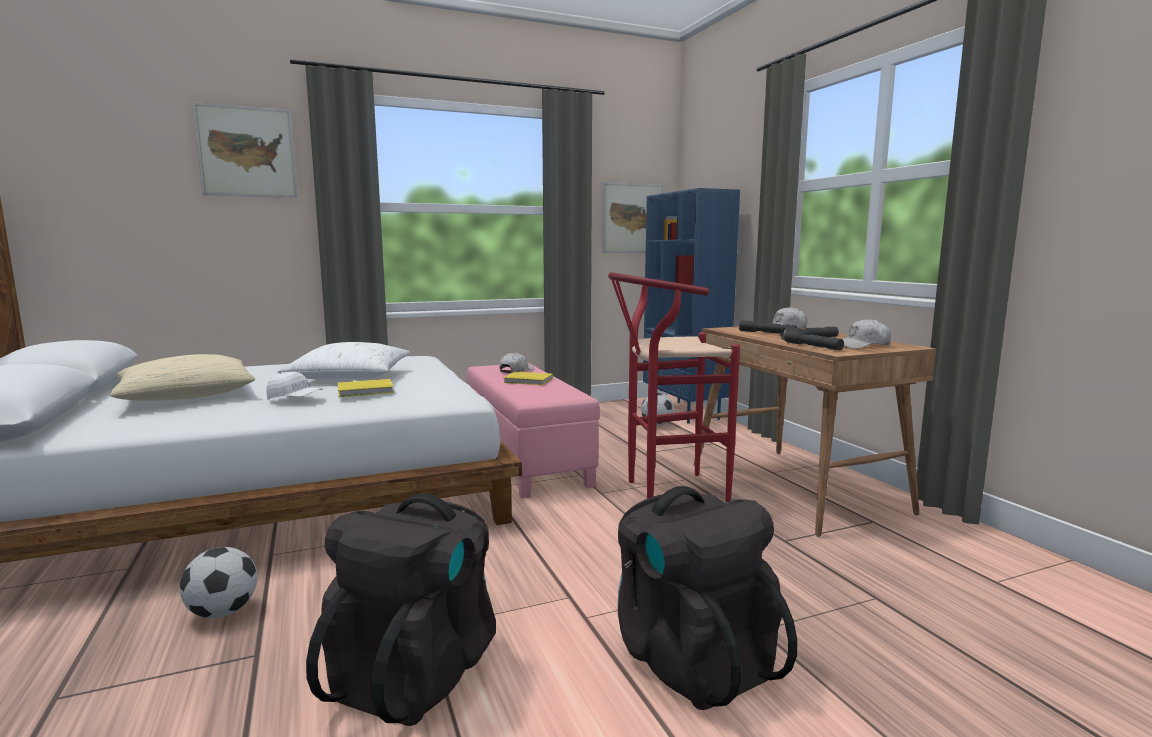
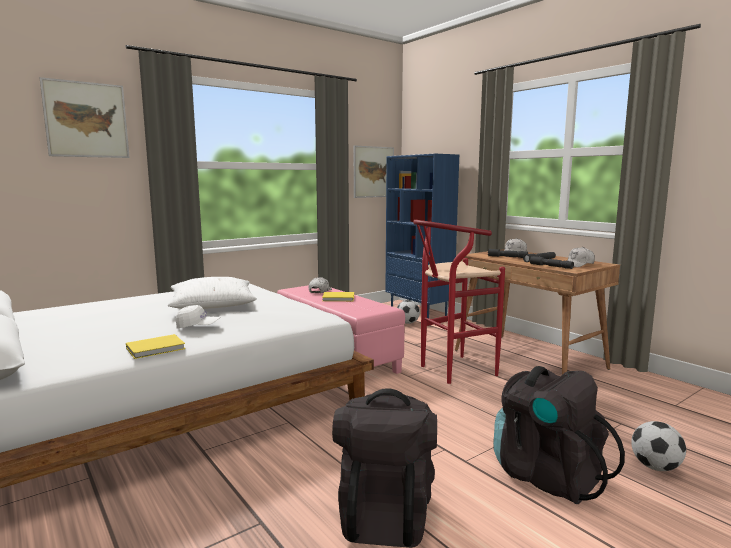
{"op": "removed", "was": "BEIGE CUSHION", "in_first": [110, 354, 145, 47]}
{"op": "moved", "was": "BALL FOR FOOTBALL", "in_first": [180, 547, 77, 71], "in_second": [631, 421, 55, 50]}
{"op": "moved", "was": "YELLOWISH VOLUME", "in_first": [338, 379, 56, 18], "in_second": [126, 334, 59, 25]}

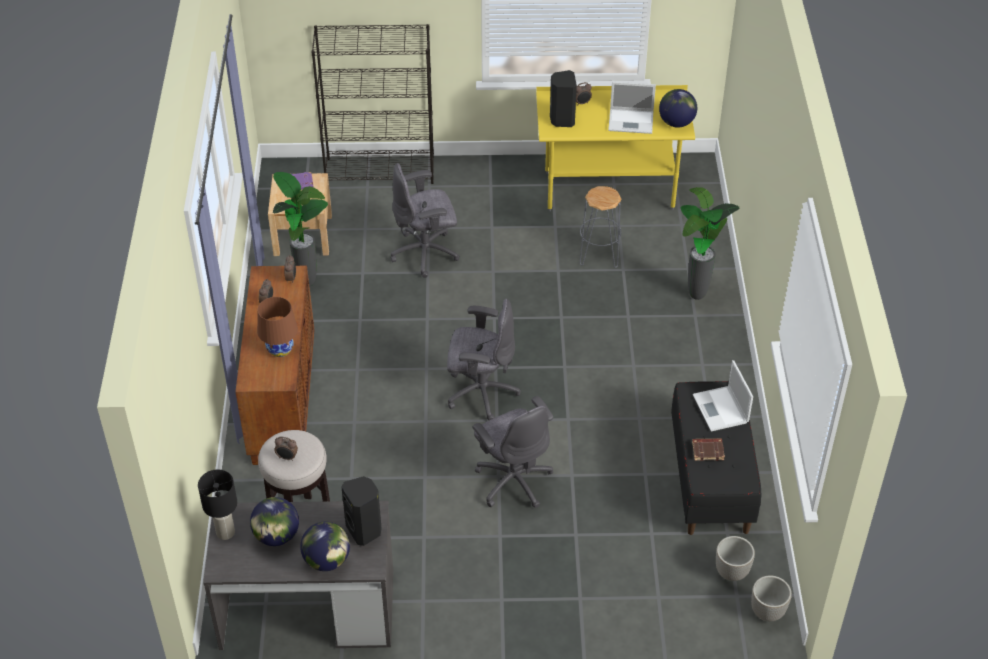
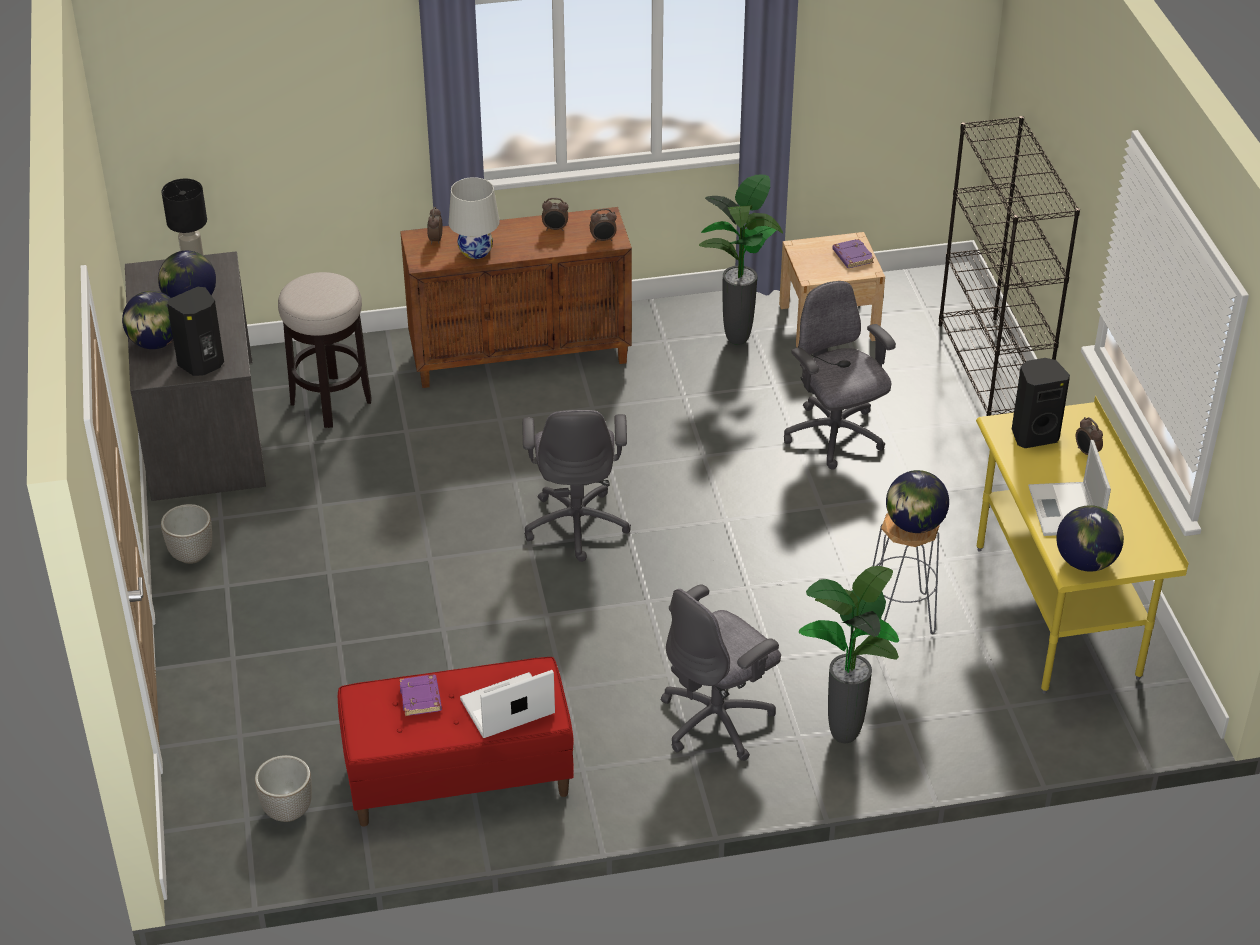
{"op": "added", "now": "WORLD GLOBE", "in_second": [886, 470, 63, 63]}
{"op": "moved", "was": "BEDSIDE CLOCK", "in_first": [274, 437, 24, 24], "in_second": [427, 207, 15, 38]}
{"op": "moved", "was": "GRAY COMPUTER CHAIR", "in_first": [473, 396, 80, 112], "in_second": [661, 584, 120, 177]}
{"op": "moved", "was": "PLANTER", "in_first": [751, 575, 41, 47], "in_second": [161, 504, 51, 60]}
{"op": "recoloured", "was": "BROWNISH TABLE LAMP", "now": "WHITE TABLE LAMP", "in_first": [257, 297, 41, 60], "in_second": [449, 177, 51, 82]}
{"op": "recoloured", "was": "BLACKISH LONG SEAT", "now": "REDDISH LONG SEAT", "in_first": [671, 381, 90, 154], "in_second": [338, 657, 235, 170]}
{"op": "recoloured", "was": "BROWNISH VOLUME", "now": "PURPLE-COLOURED VOLUME", "in_first": [692, 439, 33, 22], "in_second": [400, 675, 42, 41]}

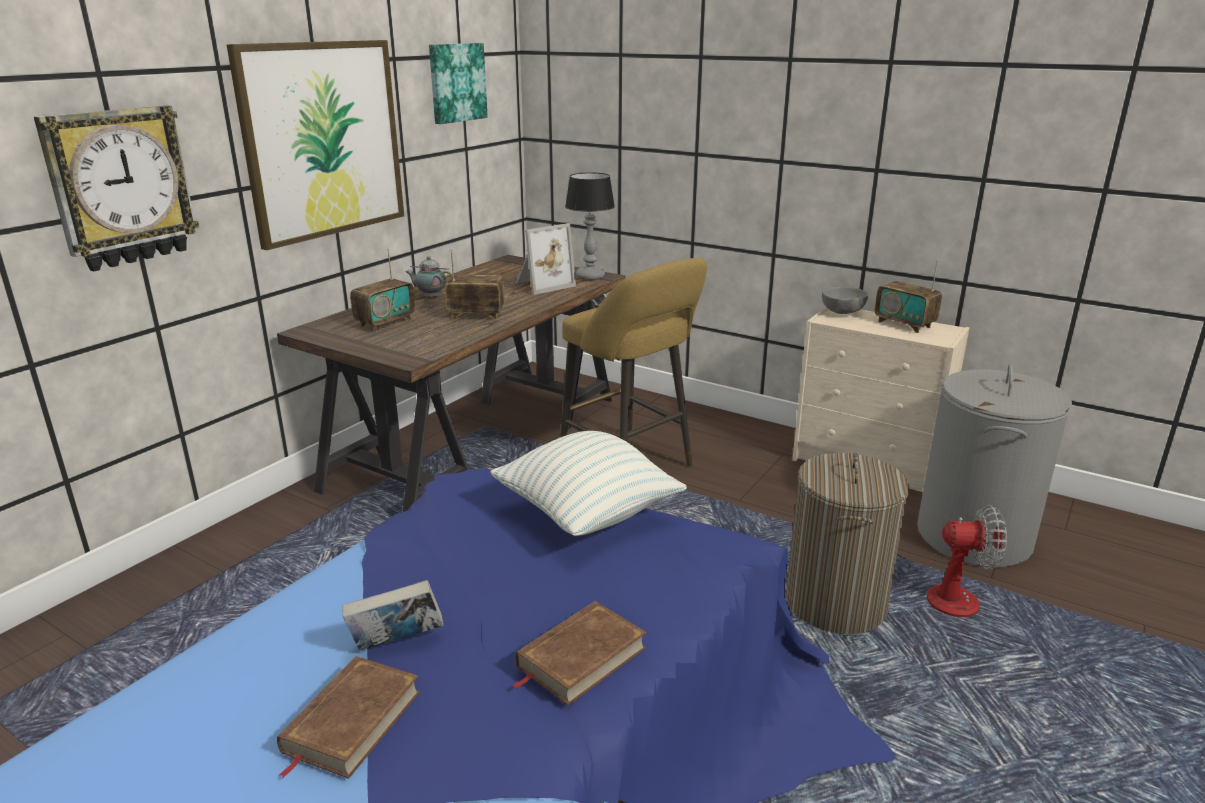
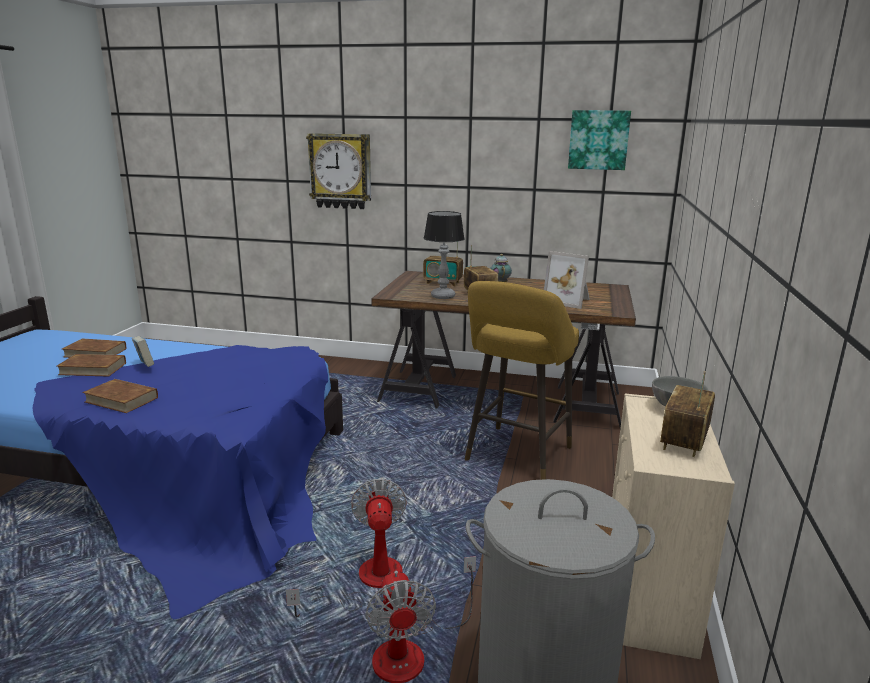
{"op": "removed", "was": "PICTURE", "in_first": [226, 40, 178, 210]}
{"op": "removed", "was": "CUSHION", "in_first": [490, 431, 197, 105]}
{"op": "added", "now": "BROWNISH VOLUME", "in_second": [62, 338, 64, 20]}
{"op": "moved", "was": "TABLE LAMP", "in_first": [565, 172, 50, 108], "in_second": [424, 211, 41, 88]}
{"op": "replaced", "was": "LAUNDRY BASKET", "now": "ELECTRIC FAN", "in_first": [786, 453, 123, 181], "in_second": [286, 479, 121, 138]}

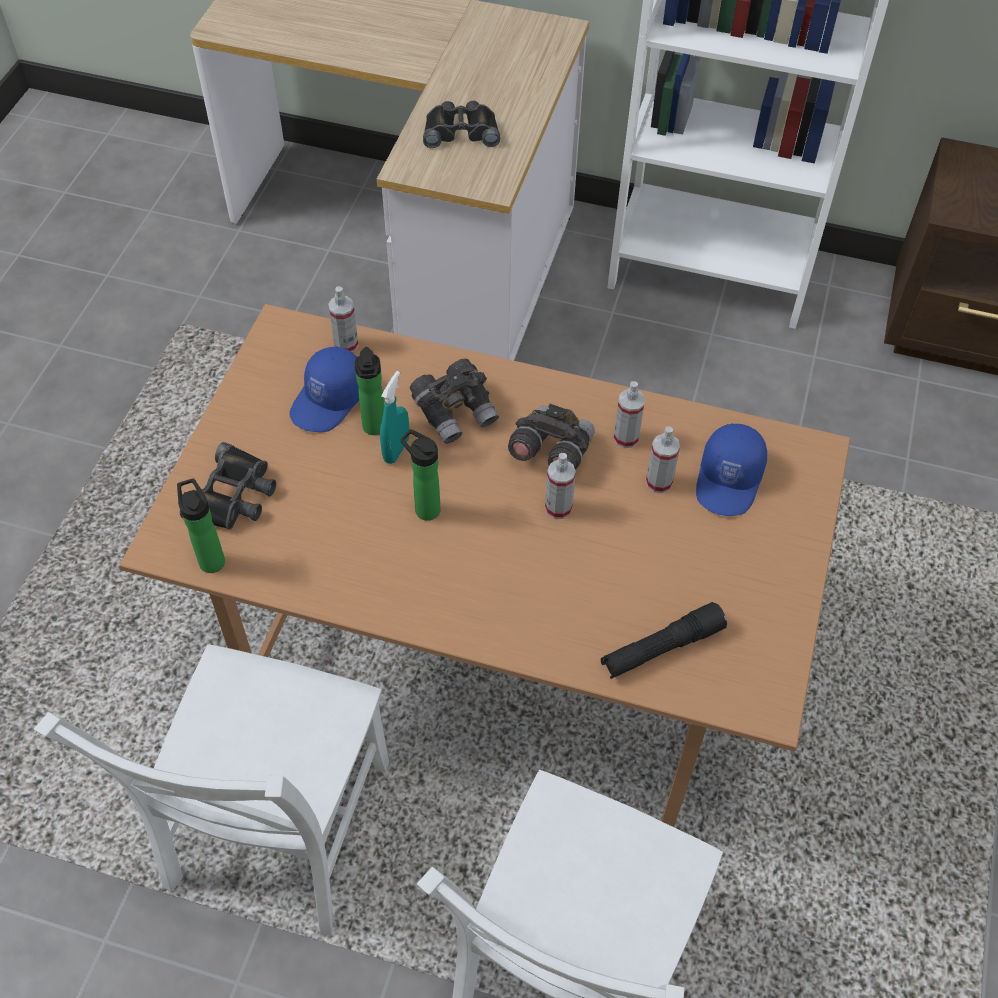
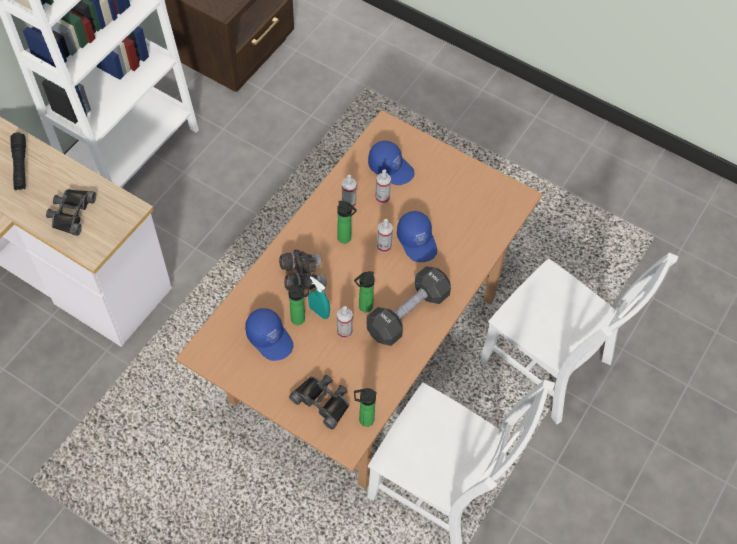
{"op": "added", "now": "BLACKISH HAND WEIGHT", "in_second": [367, 266, 84, 80]}
{"op": "added", "now": "BLUE CAP", "in_second": [397, 211, 40, 51]}
{"op": "moved", "was": "SPRAYER", "in_first": [328, 286, 31, 66], "in_second": [337, 306, 16, 32]}
{"op": "moved", "was": "BLACKISH FLASHLIGHT", "in_first": [601, 602, 126, 77], "in_second": [11, 133, 15, 58]}
{"op": "replaced", "was": "GRAY PAIR OF BINOCULARS", "now": "BOTTLE", "in_first": [508, 404, 87, 66], "in_second": [337, 201, 20, 43]}

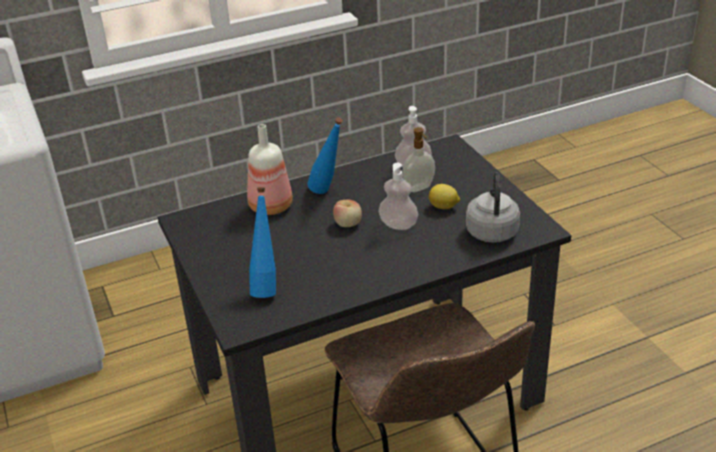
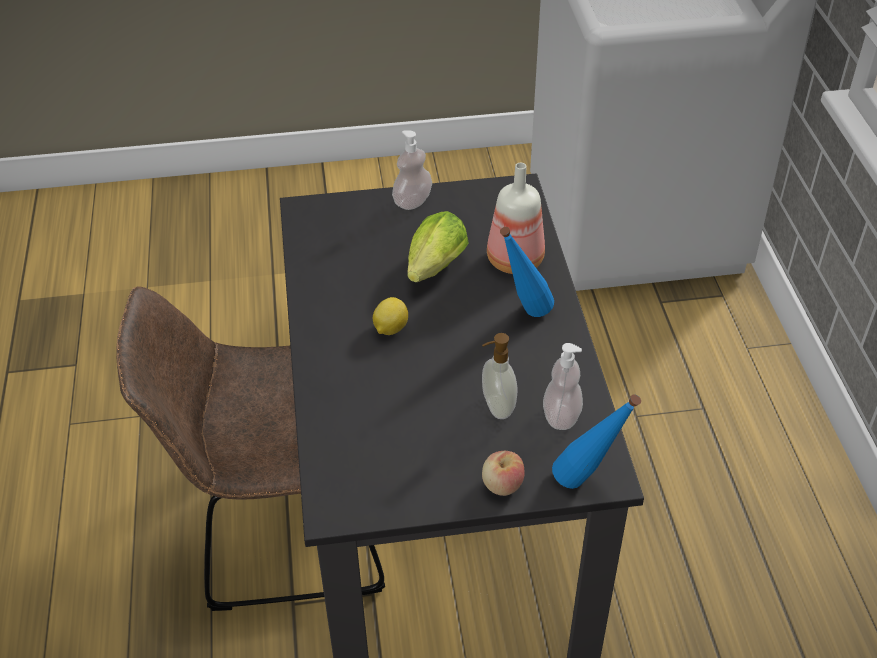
{"op": "removed", "was": "GRAY WATER KETTLE", "in_first": [466, 172, 54, 71]}
{"op": "added", "now": "LETTUCE HEAD", "in_second": [407, 211, 61, 71]}
{"op": "moved", "was": "BLUE BOTTLE", "in_first": [249, 187, 27, 111], "in_second": [552, 394, 89, 95]}
{"op": "moved", "was": "APPLE FRUIT", "in_first": [333, 199, 29, 28], "in_second": [482, 451, 42, 45]}
{"op": "moved", "was": "SOAP BOTTLE", "in_first": [378, 163, 40, 67], "in_second": [392, 130, 40, 80]}
{"op": "moved", "was": "CITRUS FRUIT", "in_first": [429, 184, 31, 25], "in_second": [373, 297, 35, 38]}

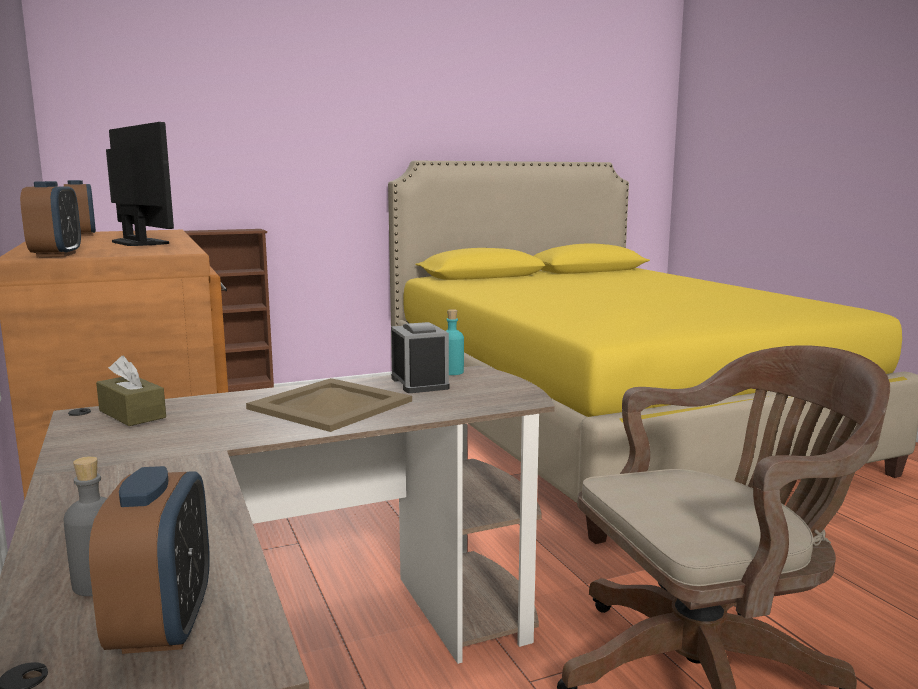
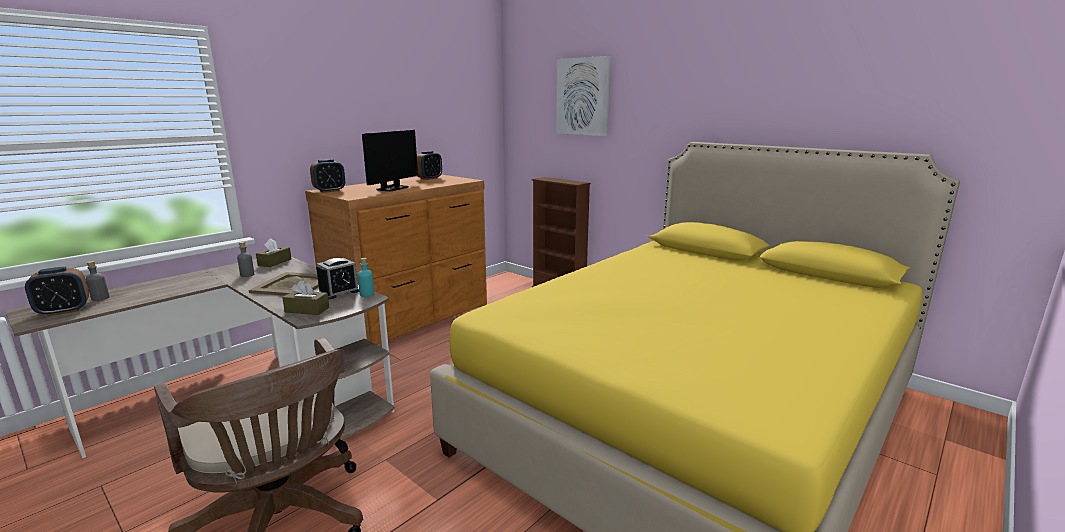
{"op": "added", "now": "GRAY BOTTLE", "in_second": [237, 242, 17, 35]}
{"op": "added", "now": "BROWNISH BOX OF TISSUES", "in_second": [282, 280, 47, 35]}
{"op": "added", "now": "PICTURE", "in_second": [556, 56, 55, 80]}

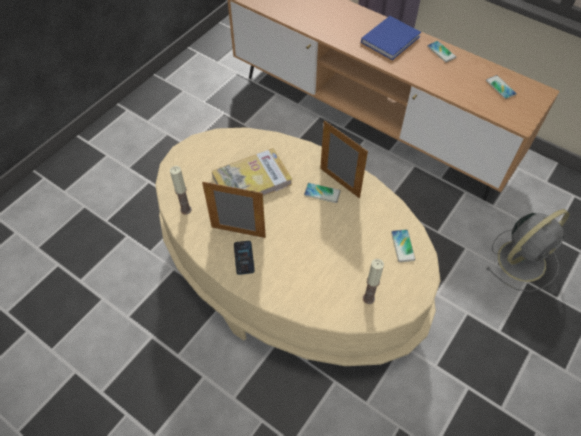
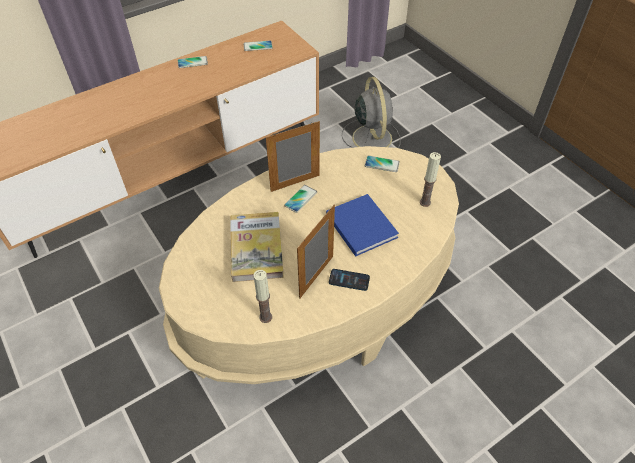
{"op": "moved", "was": "BLUE VOLUME", "in_first": [361, 16, 60, 44], "in_second": [326, 194, 73, 63]}

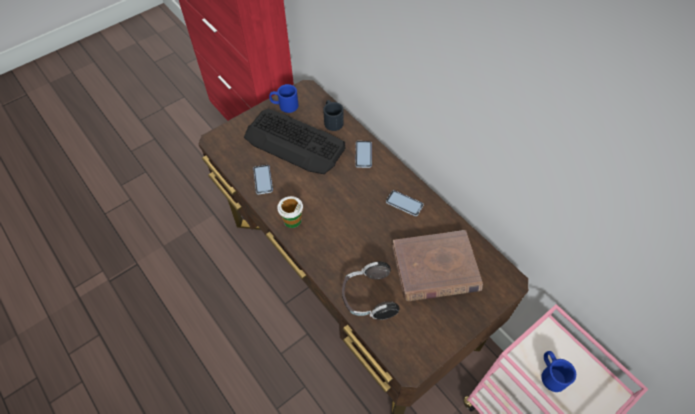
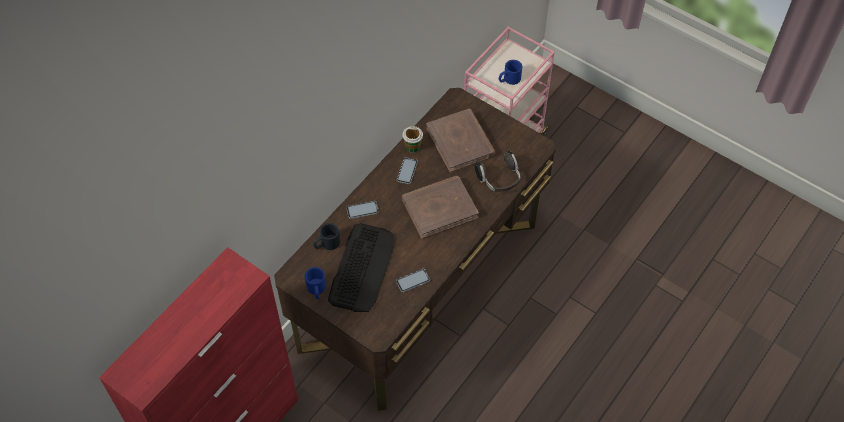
{"op": "added", "now": "BROWNISH VOLUME", "in_second": [402, 176, 77, 63]}
{"op": "moved", "was": "SMALL CUP", "in_first": [277, 196, 26, 32], "in_second": [402, 126, 21, 27]}

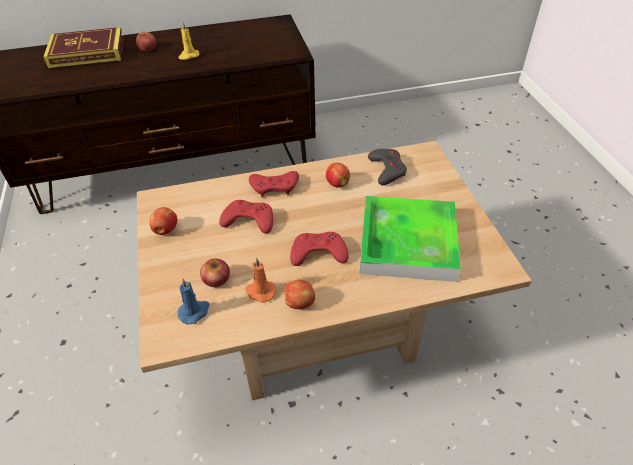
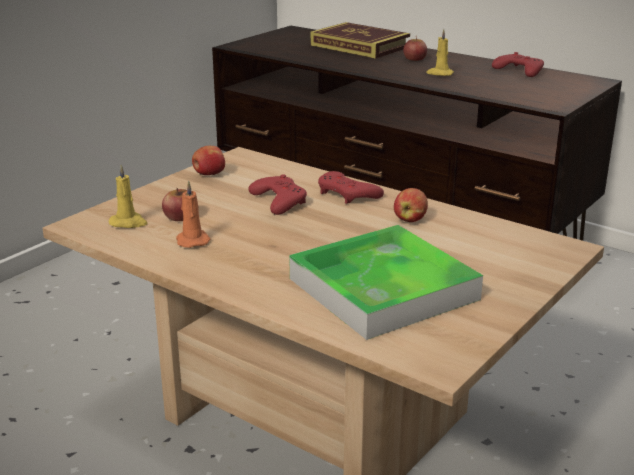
{"op": "removed", "was": "APPLE FRUIT", "in_first": [285, 280, 30, 29]}
{"op": "removed", "was": "GRAY GAMEPAD", "in_first": [368, 149, 39, 36]}
{"op": "moved", "was": "REDDISH GAMEPAD", "in_first": [290, 232, 59, 34], "in_second": [492, 52, 52, 25]}
{"op": "recoloured", "was": "BLUE WAX CANDLE", "now": "YELLOWISH WAX CANDLE", "in_first": [178, 279, 31, 46], "in_second": [109, 164, 39, 64]}

